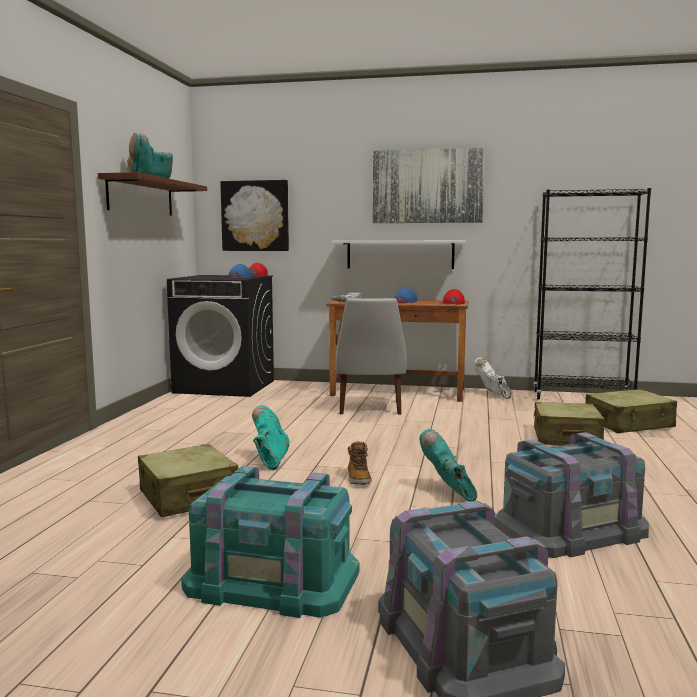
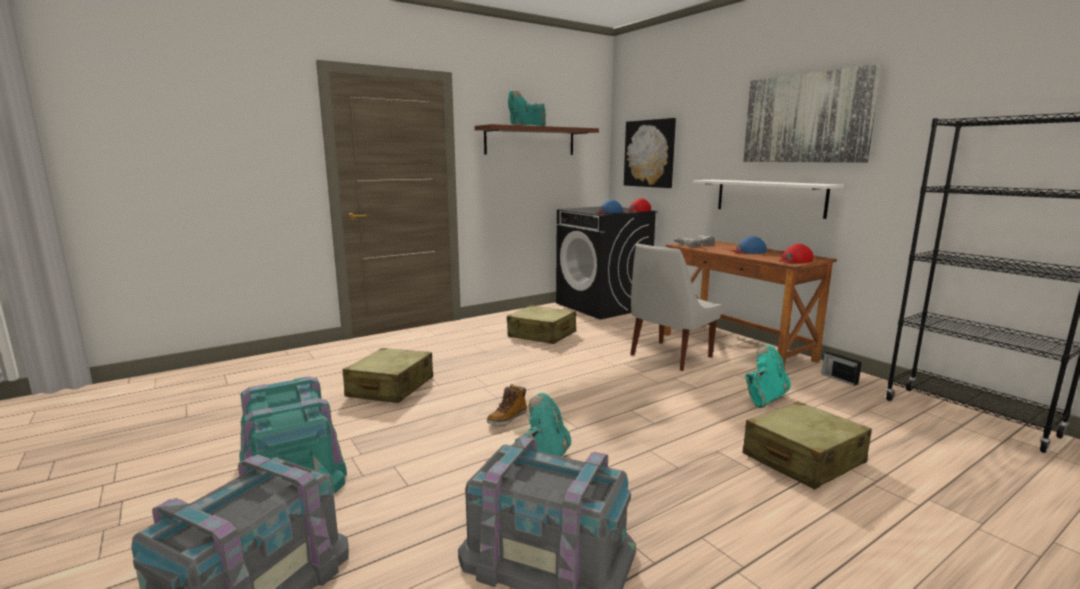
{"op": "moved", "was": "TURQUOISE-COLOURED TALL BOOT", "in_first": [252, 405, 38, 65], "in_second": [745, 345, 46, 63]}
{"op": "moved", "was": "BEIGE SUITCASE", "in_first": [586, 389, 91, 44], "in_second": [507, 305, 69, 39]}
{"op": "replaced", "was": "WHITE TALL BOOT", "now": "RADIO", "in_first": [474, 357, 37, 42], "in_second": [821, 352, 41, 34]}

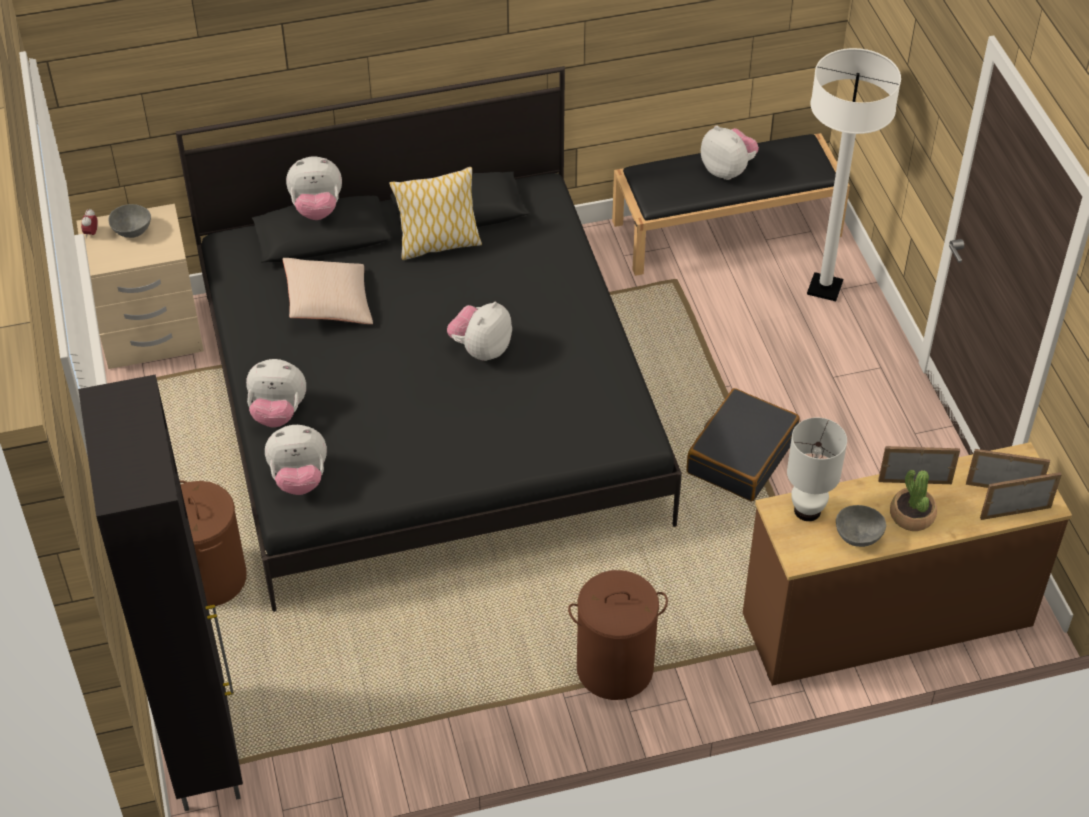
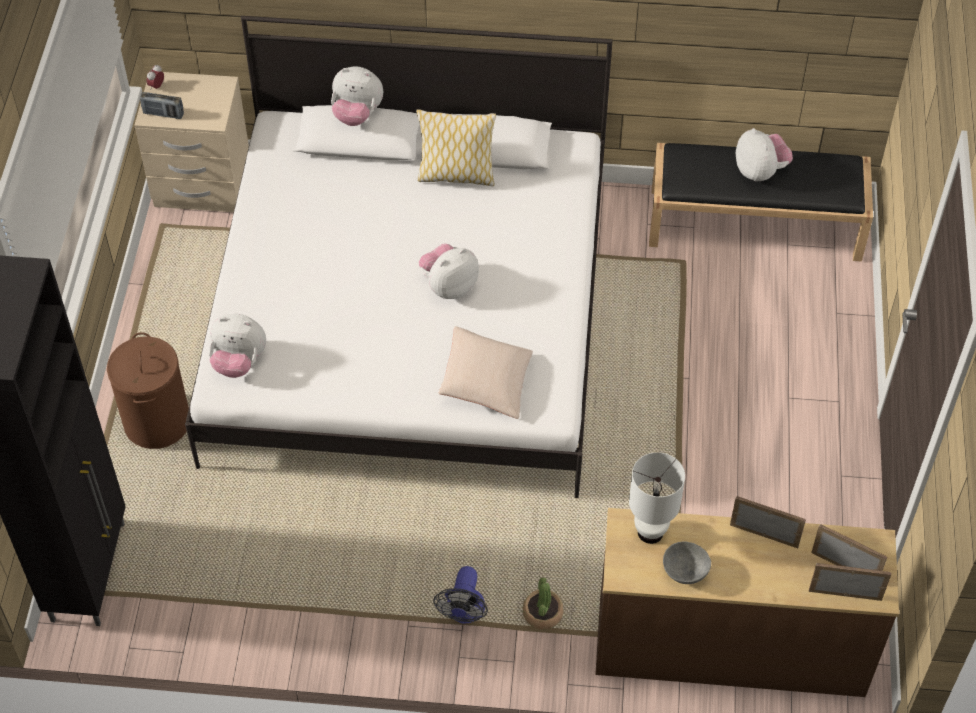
{"op": "removed", "was": "GRAY DEEP DISH", "in_first": [109, 204, 42, 34]}
{"op": "removed", "was": "SOFT TOY", "in_first": [246, 359, 60, 68]}
{"op": "removed", "was": "BLACKISH SUITCASE", "in_first": [687, 388, 113, 113]}
{"op": "removed", "was": "WHITE STANDING LAMP", "in_first": [807, 48, 94, 253]}
{"op": "added", "now": "RADIO", "in_second": [140, 92, 44, 27]}
{"op": "moved", "was": "BEIGE CUSHION", "in_first": [283, 258, 90, 66], "in_second": [439, 326, 94, 93]}
{"op": "moved", "was": "POTTED PLANT", "in_first": [890, 470, 47, 61], "in_second": [523, 577, 41, 53]}
{"op": "replaced", "was": "BROWNISH LAUNDRY BASKET", "now": "ELECTRIC FAN", "in_first": [568, 570, 100, 130], "in_second": [433, 566, 55, 58]}
{"op": "recoloured", "was": "BLACKISH BEDROOM BED", "now": "WHITE BEDROOM BED", "in_first": [176, 66, 506, 546], "in_second": [185, 16, 428, 482]}

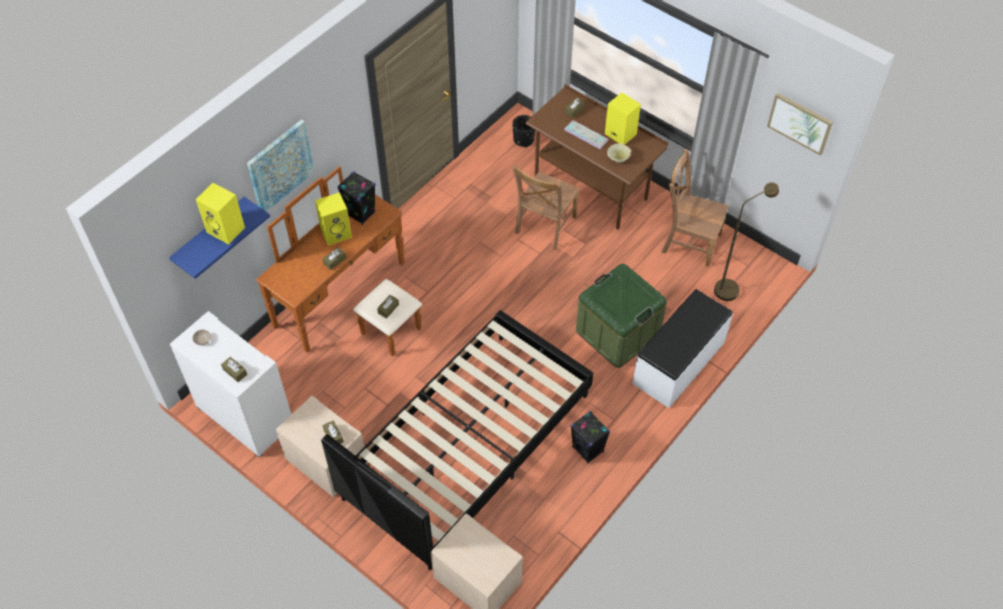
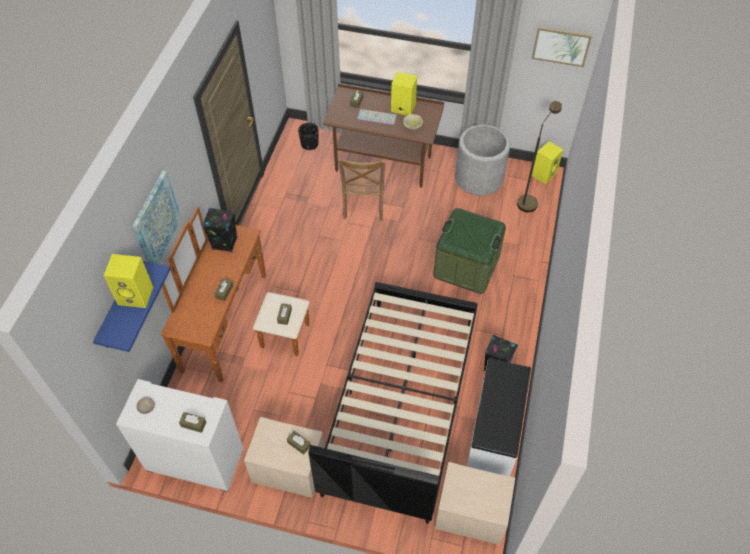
{"op": "moved", "was": "YELLOWISH SPEAKER", "in_first": [315, 192, 37, 53], "in_second": [532, 141, 31, 43]}
{"op": "moved", "was": "WHITE LONG SEAT", "in_first": [632, 289, 101, 119], "in_second": [467, 358, 64, 118]}
{"op": "replaced", "was": "BROWNISH UPRIGHT CHAIR", "now": "GRAY PLANTER", "in_first": [662, 149, 67, 118], "in_second": [455, 124, 55, 72]}

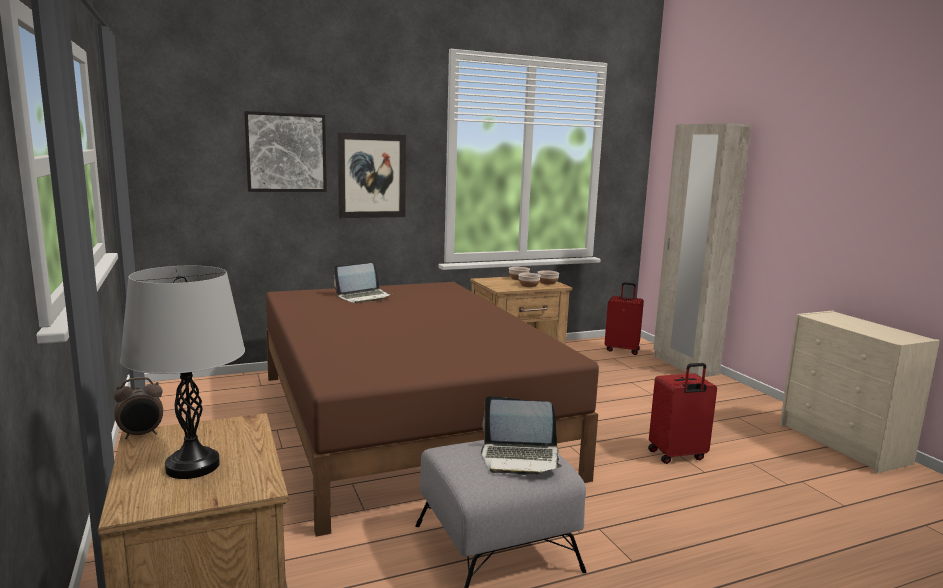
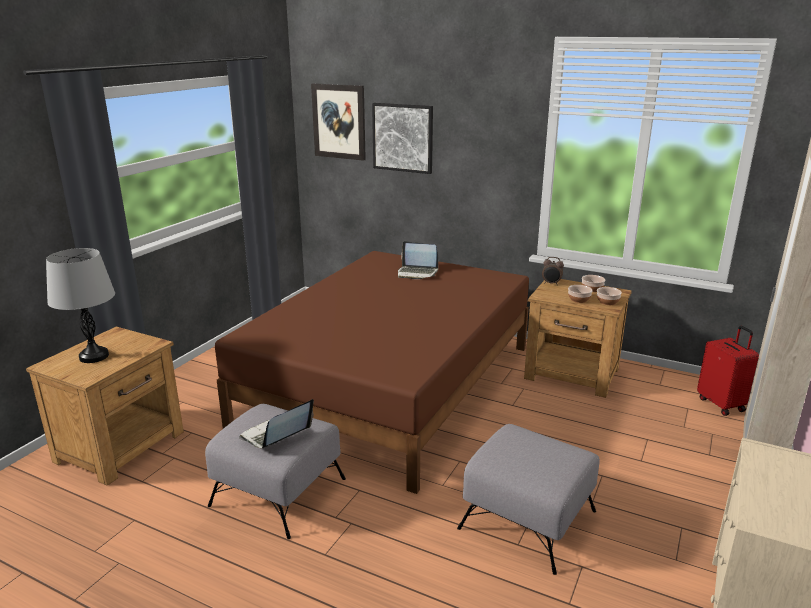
{"op": "moved", "was": "BEDSIDE CLOCK", "in_first": [114, 377, 49, 62], "in_second": [542, 257, 22, 28]}
{"op": "moved", "was": "PICTURE", "in_first": [337, 132, 69, 86], "in_second": [311, 83, 55, 78]}
{"op": "replaced", "was": "REDDISH SUITCASE", "now": "GRAY OTTOMAN", "in_first": [648, 363, 69, 101], "in_second": [457, 424, 143, 151]}
{"op": "turned", "was": "NOTEBOOK COMPUTER", "in_first": [481, 396, 82, 79], "in_second": [239, 399, 75, 50], "clockwise": 75}

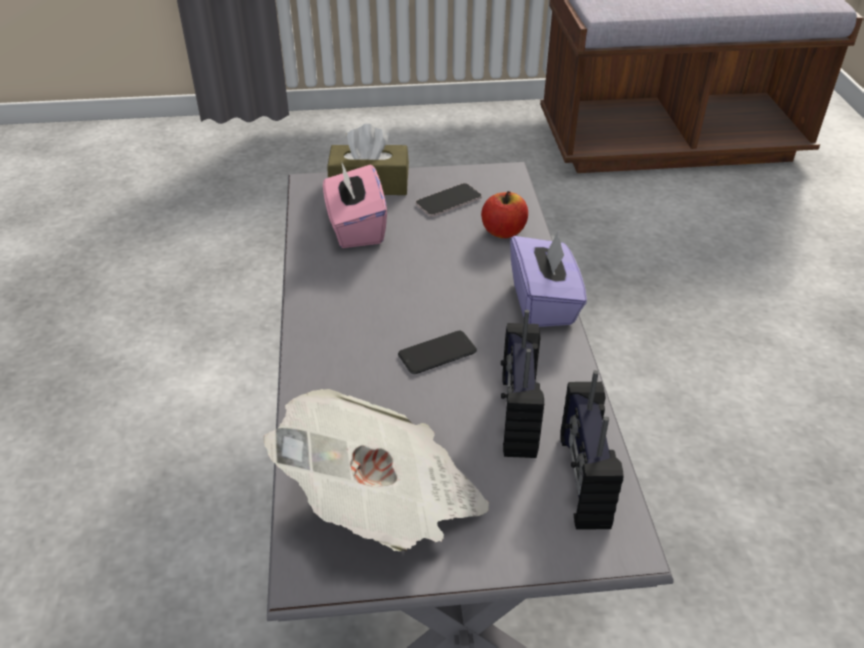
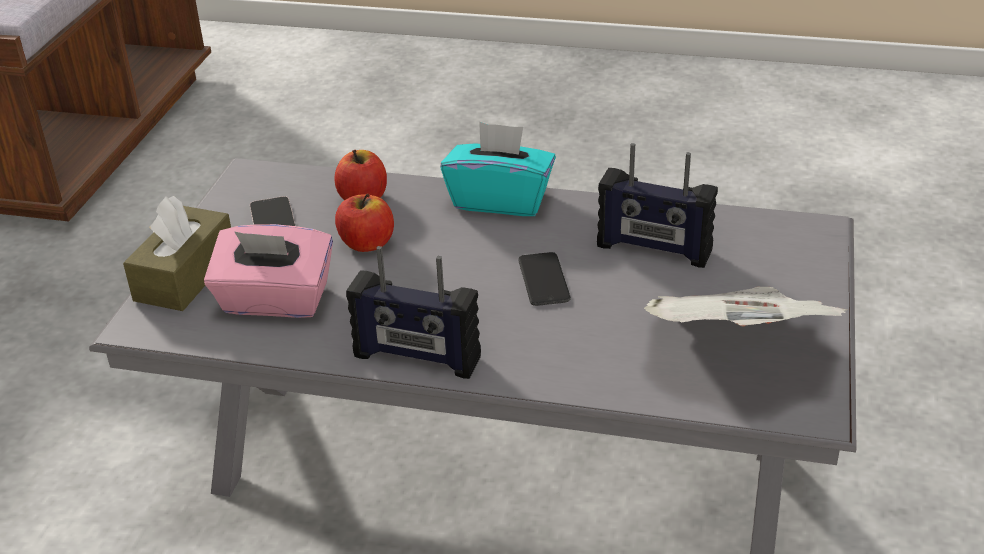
{"op": "added", "now": "APPLE FRUIT", "in_second": [335, 193, 59, 59]}
{"op": "moved", "was": "RADIO", "in_first": [560, 371, 64, 159], "in_second": [346, 246, 135, 133]}
{"op": "recoloured", "was": "PURPLE-COLOURED BOX OF TISSUES", "now": "TURQUOISE-COLOURED BOX OF TISSUES", "in_first": [510, 232, 77, 95], "in_second": [440, 122, 116, 94]}

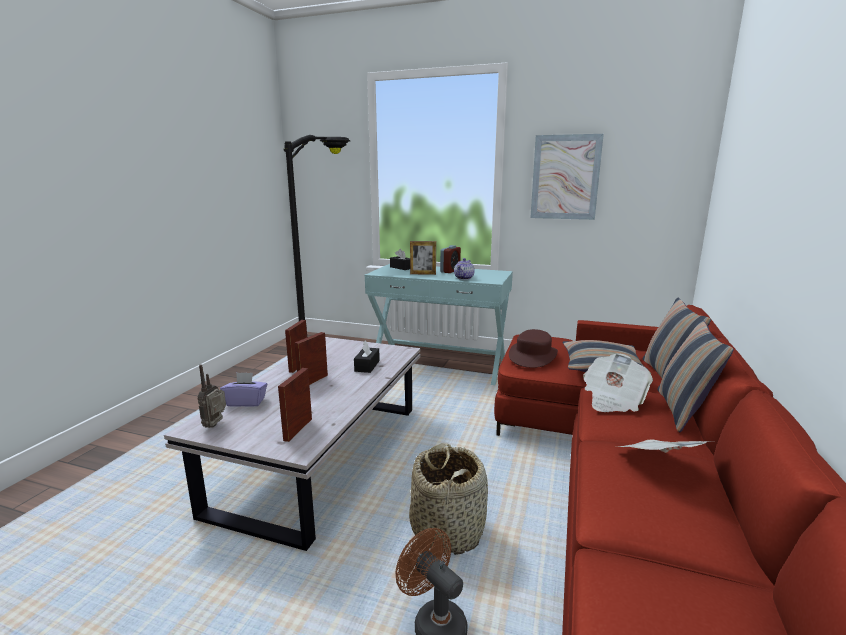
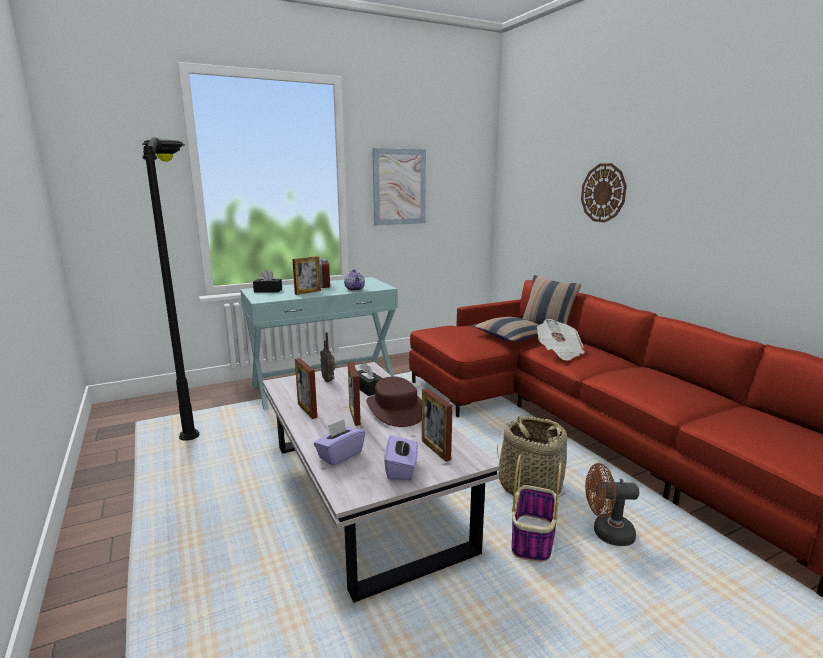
{"op": "removed", "was": "NEWSPAPER", "in_first": [617, 439, 94, 14]}
{"op": "removed", "was": "CUSHION", "in_first": [657, 319, 77, 113]}
{"op": "added", "now": "PURPLE-COLOURED BOX OF TISSUES", "in_second": [384, 435, 34, 45]}
{"op": "added", "now": "BASKET", "in_second": [511, 455, 50, 107]}
{"op": "added", "now": "CLOCK ON THE WALL", "in_second": [581, 163, 46, 59]}
{"op": "moved", "was": "RADIO", "in_first": [198, 364, 28, 64], "in_second": [320, 332, 17, 50]}
{"op": "moved", "was": "BROWNISH HAT", "in_first": [509, 329, 49, 39], "in_second": [366, 377, 56, 50]}

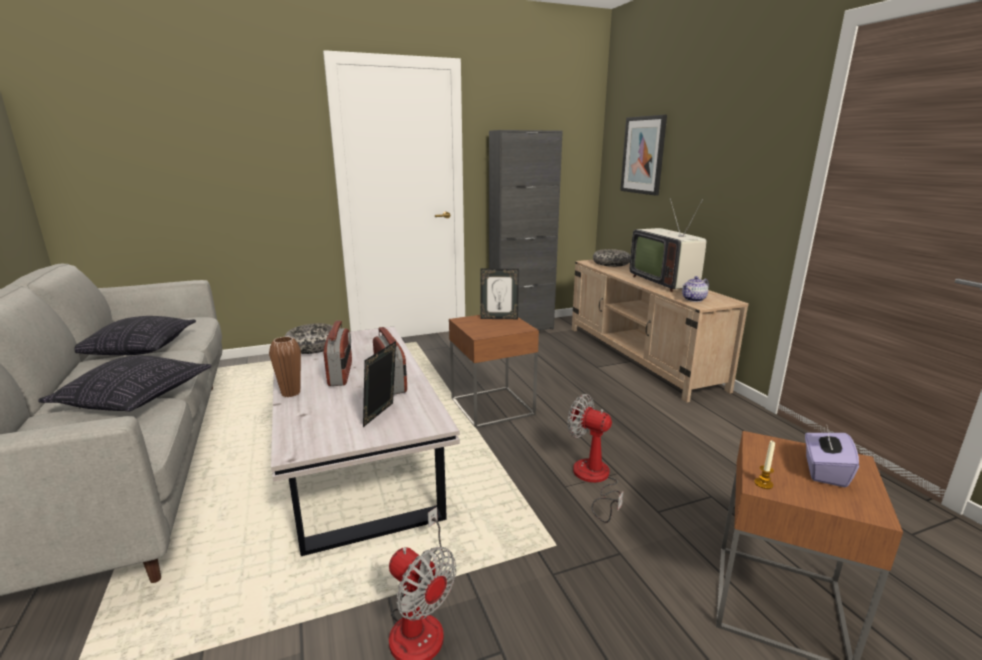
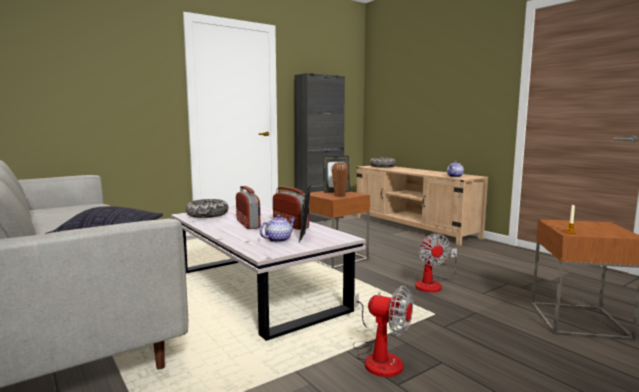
{"op": "removed", "was": "CUSHION", "in_first": [75, 316, 121, 39]}
{"op": "removed", "was": "PICTURE", "in_first": [620, 115, 47, 81]}
{"op": "removed", "was": "TELEVISION", "in_first": [630, 198, 77, 94]}
{"op": "removed", "was": "PURPLE-COLOURED BOX OF TISSUES", "in_first": [805, 427, 54, 60]}
{"op": "added", "now": "TEA POT", "in_second": [260, 215, 36, 27]}
{"op": "moved", "was": "BROWNISH FLOWER VASE", "in_first": [269, 336, 32, 61], "in_second": [332, 162, 17, 35]}
{"op": "turned", "was": "ELECTRIC FAN", "in_first": [567, 394, 56, 129], "in_second": [415, 233, 42, 59], "clockwise": -120}

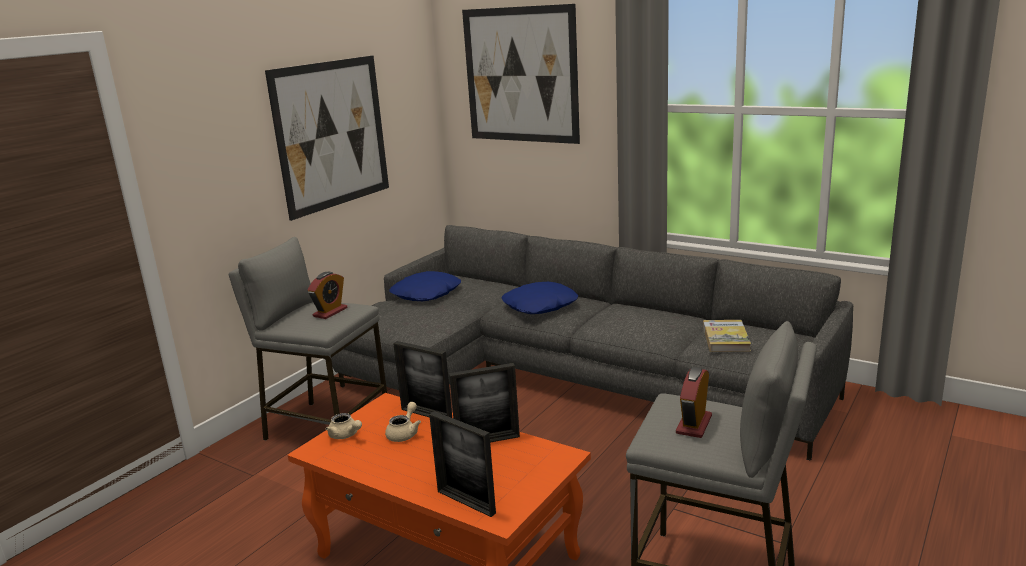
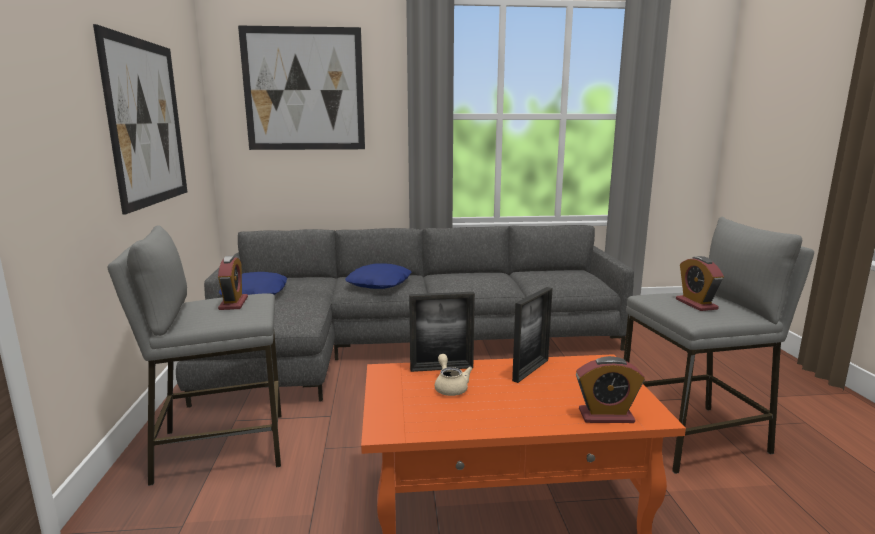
{"op": "removed", "was": "BEIGE TEA POT", "in_first": [325, 413, 37, 26]}
{"op": "removed", "was": "VOLUME", "in_first": [703, 320, 48, 32]}
{"op": "replaced", "was": "PICTURE FRAME", "now": "BEDSIDE CLOCK", "in_first": [429, 411, 67, 106], "in_second": [576, 356, 69, 67]}

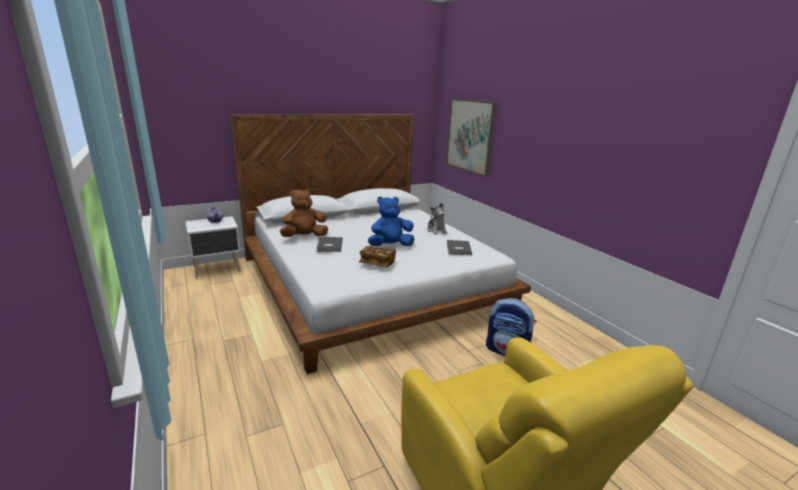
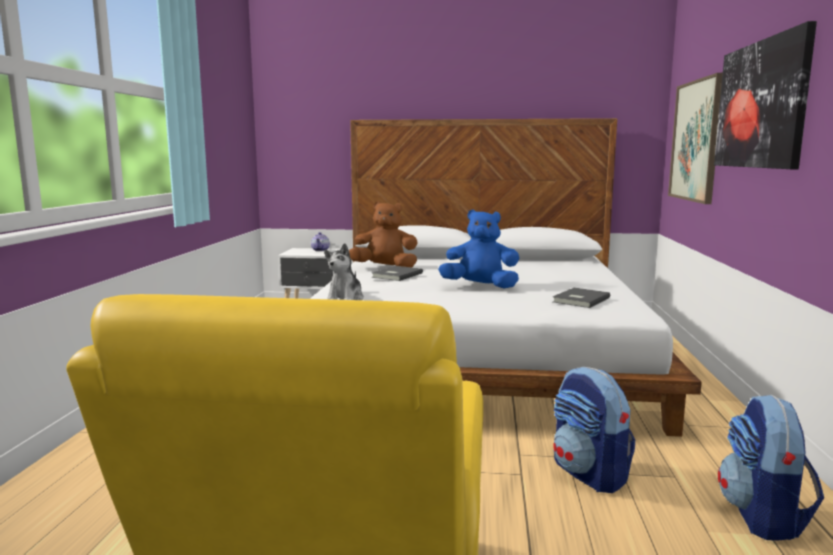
{"op": "removed", "was": "VOLUME", "in_first": [359, 246, 37, 21]}
{"op": "added", "now": "PICTURE", "in_second": [714, 21, 103, 148]}
{"op": "added", "now": "KNAPSACK", "in_second": [718, 395, 106, 146]}
{"op": "moved", "was": "SOFT TOY", "in_first": [427, 202, 20, 32], "in_second": [324, 243, 40, 57]}

